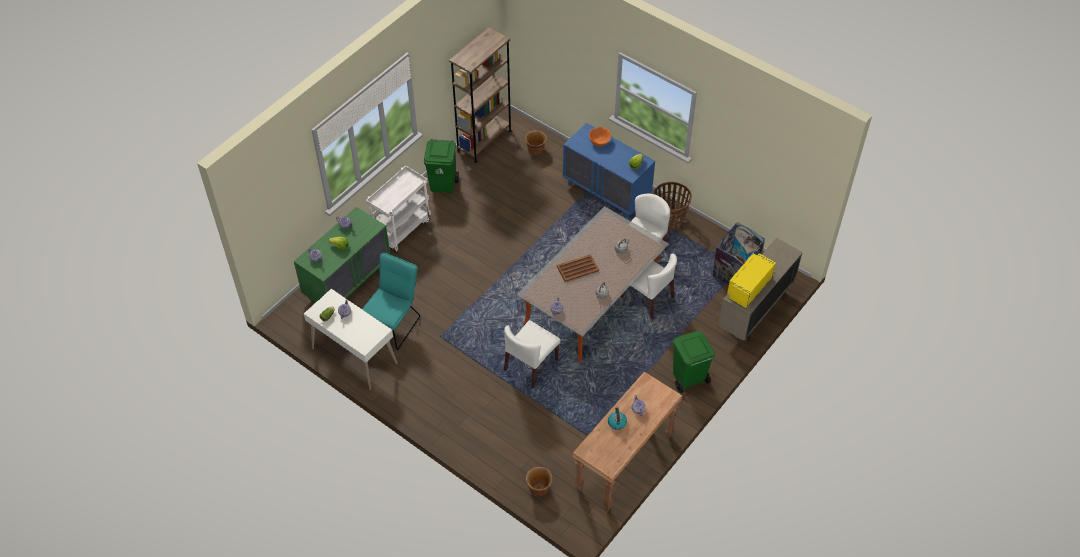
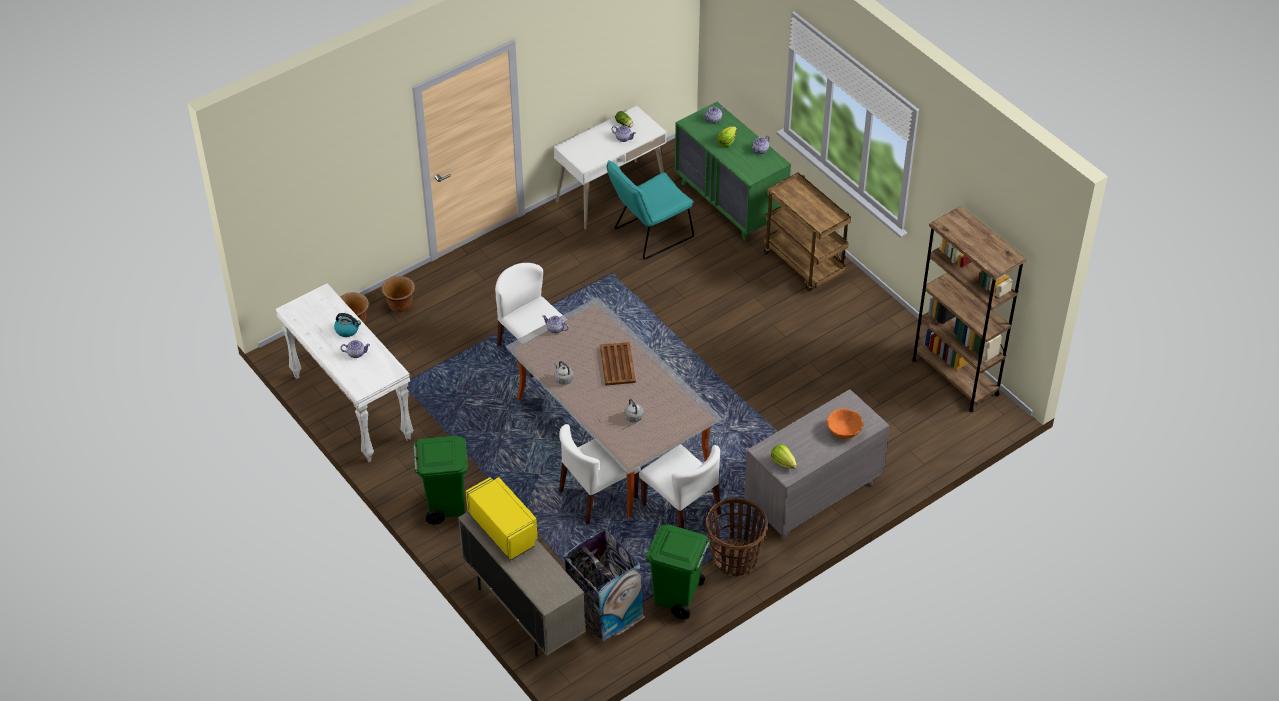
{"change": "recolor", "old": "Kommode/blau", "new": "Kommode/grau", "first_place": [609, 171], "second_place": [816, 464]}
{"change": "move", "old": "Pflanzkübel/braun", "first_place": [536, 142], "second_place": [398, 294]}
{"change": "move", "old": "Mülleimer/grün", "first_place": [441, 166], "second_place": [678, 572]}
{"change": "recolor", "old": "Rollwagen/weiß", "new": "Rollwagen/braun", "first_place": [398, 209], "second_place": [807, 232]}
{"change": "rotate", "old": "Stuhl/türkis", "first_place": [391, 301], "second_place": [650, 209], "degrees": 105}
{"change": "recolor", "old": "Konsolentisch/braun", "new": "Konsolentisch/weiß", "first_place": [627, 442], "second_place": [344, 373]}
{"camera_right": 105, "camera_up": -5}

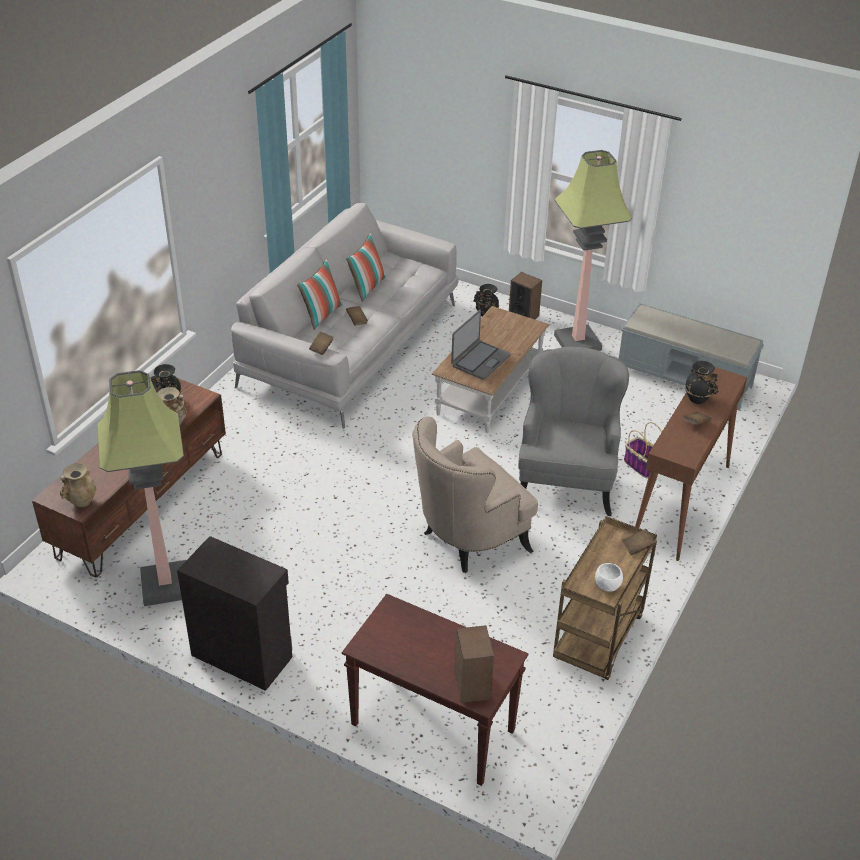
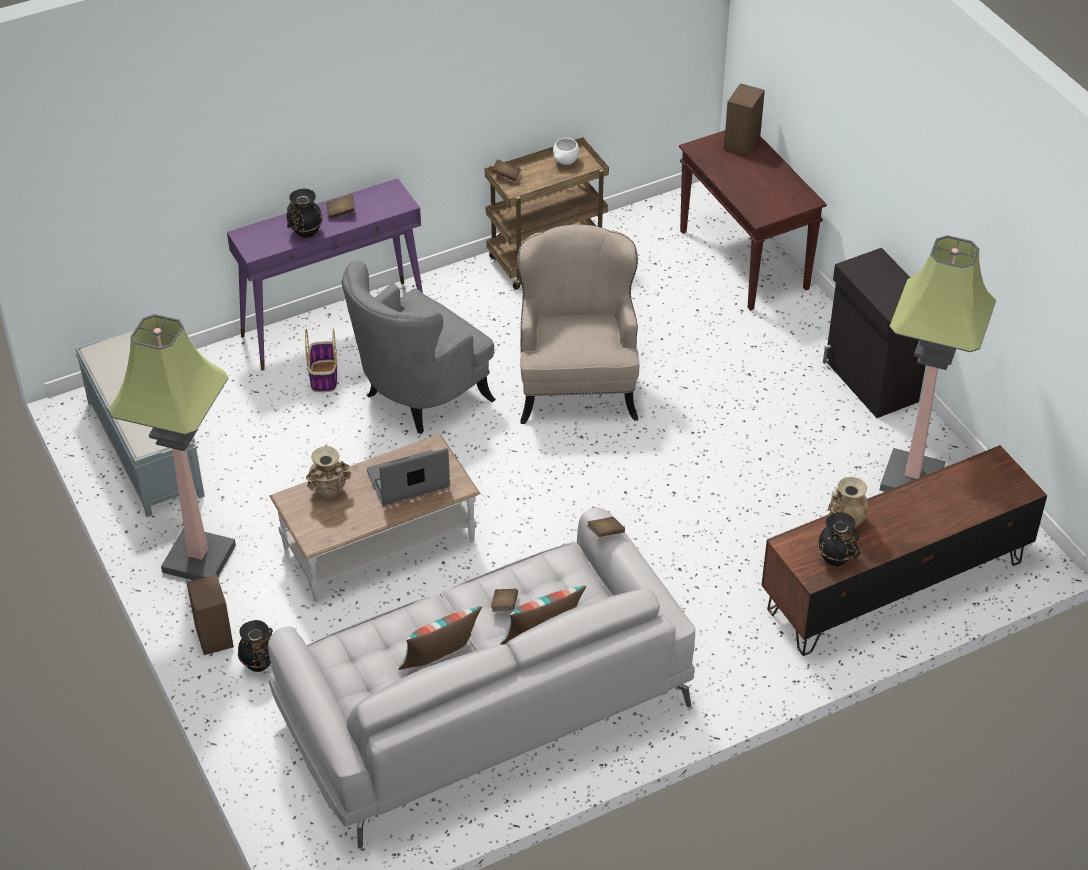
{"change": "recolor", "old": "Konsolentisch/braun", "new": "Konsolentisch/lila", "first_place": [691, 464], "second_place": [325, 274]}
{"change": "rotate", "old": "Sessel/beige", "first_place": [475, 495], "second_place": [578, 324], "degrees": -90}
{"change": "move", "old": "Vase/beige", "first_place": [78, 485], "second_place": [328, 471]}
{"camera_right": -145, "camera_up": 5}

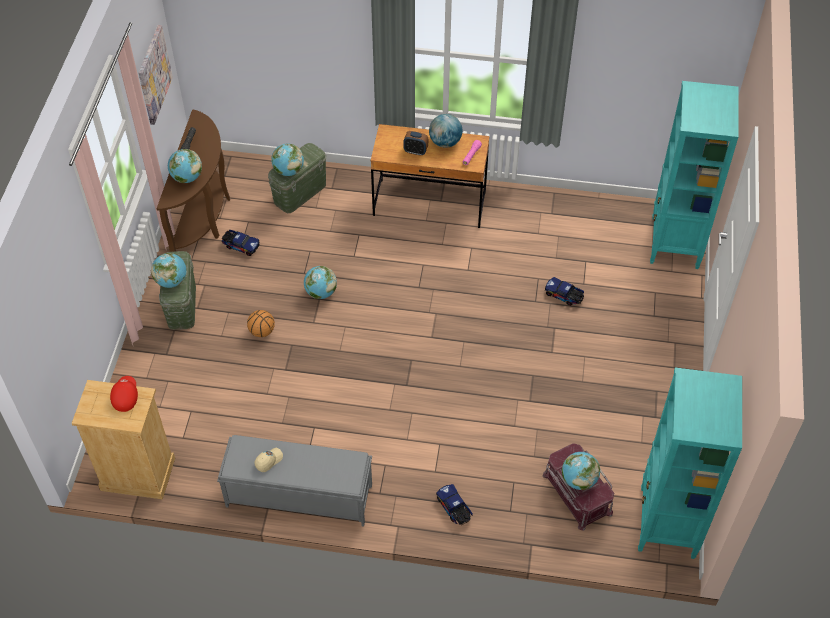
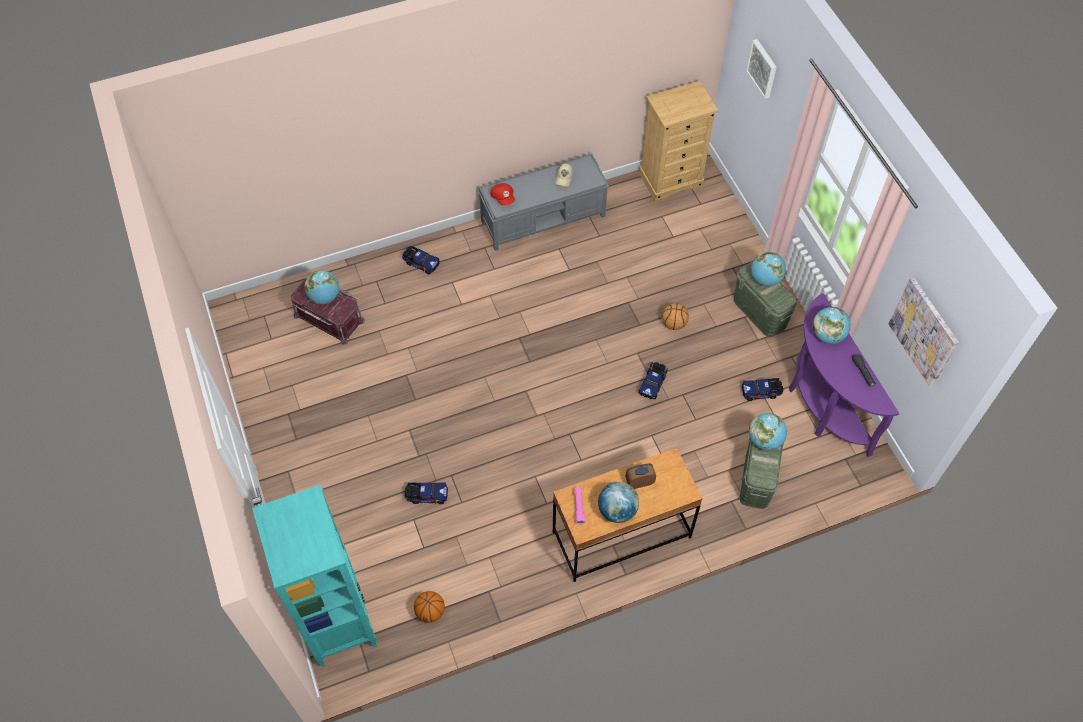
{"change": "recolor", "old": "Konsolentisch/braun", "new": "Konsolentisch/lila", "first_place": [193, 180], "second_place": [844, 375]}
{"change": "replace", "old": "Globus", "new": "Spielzeuglaster", "first_place": [320, 282], "second_place": [653, 380]}
{"change": "delete", "old": "Bücherregal/türkis", "first_place": [690, 463]}
{"change": "move", "old": "Kappe/rot", "first_place": [124, 394], "second_place": [502, 194]}
{"change": "insert", "new": "Bild", "second_place": [761, 69]}
{"change": "insert", "new": "Basketball", "second_place": [429, 607]}
{"camera_right": 150, "camera_up": 5}

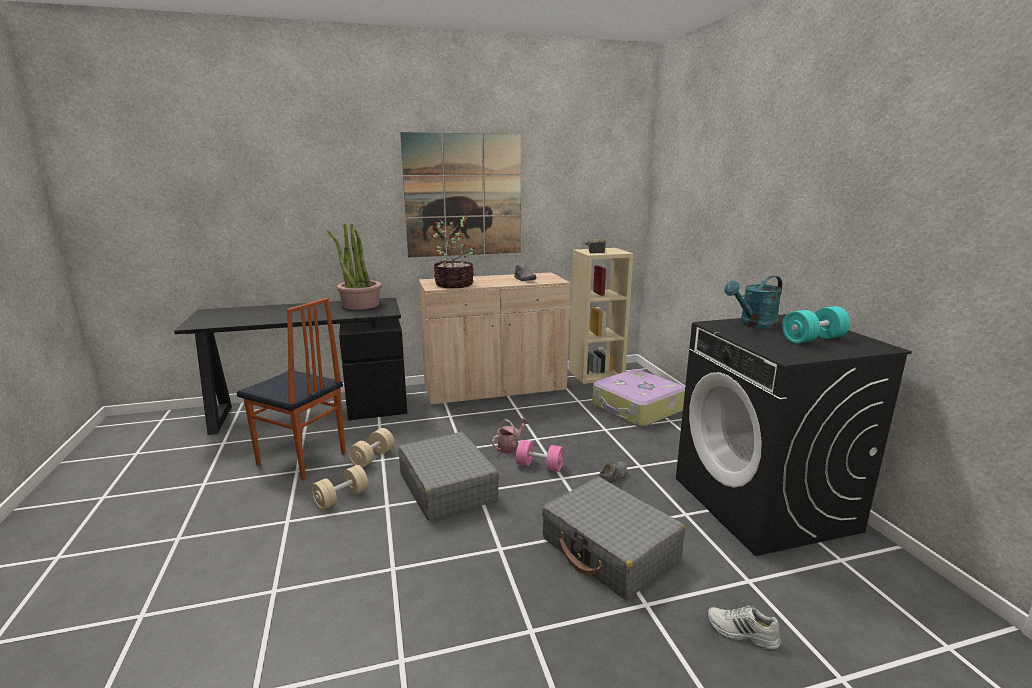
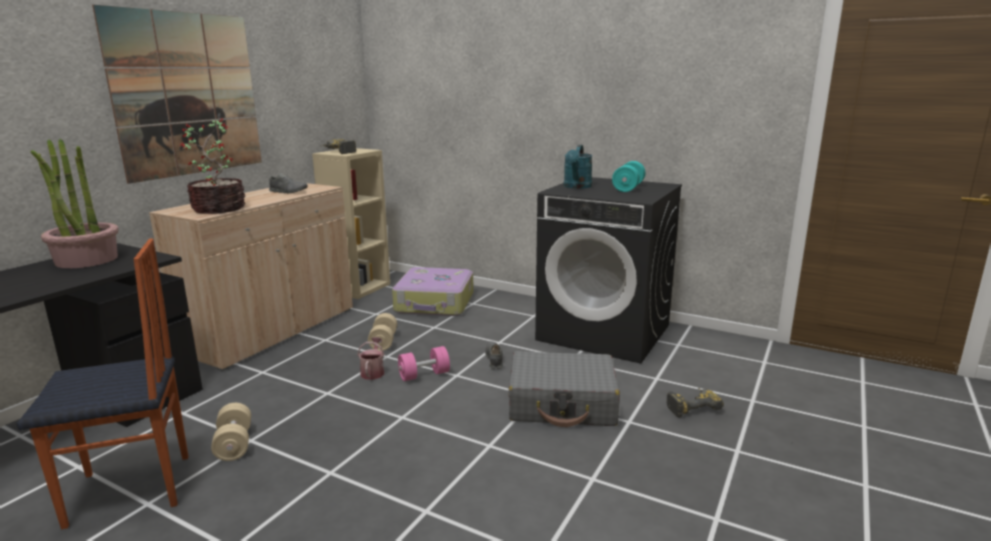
{"change": "delete", "old": "Koffer/grau", "first_place": [448, 476]}
{"change": "move", "old": "Hantel/beige", "first_place": [340, 487], "second_place": [382, 332]}
{"change": "replace", "old": "Schuh/weiß", "new": "Bohrmaschine", "first_place": [744, 628], "second_place": [695, 402]}
{"camera_right": -45, "camera_up": 0}

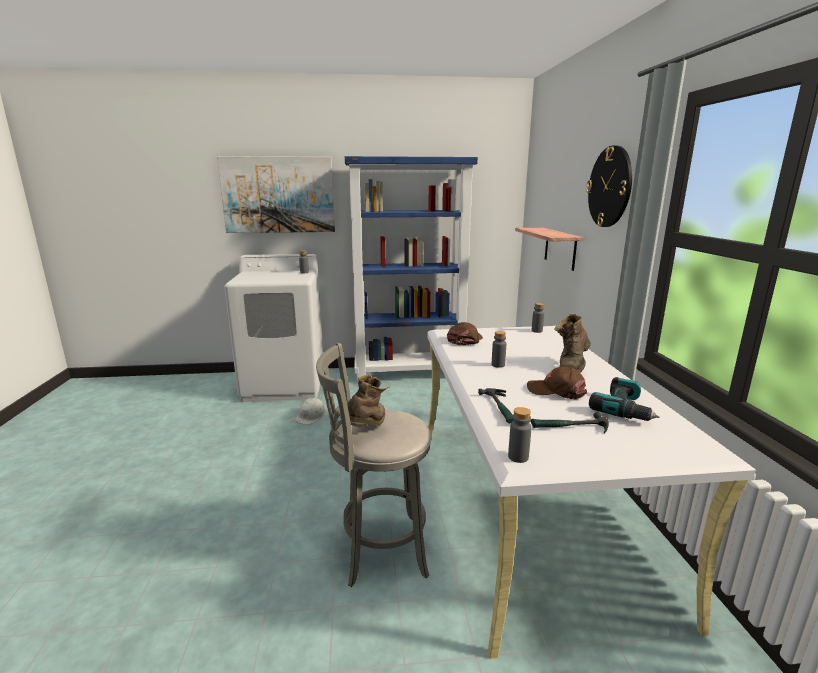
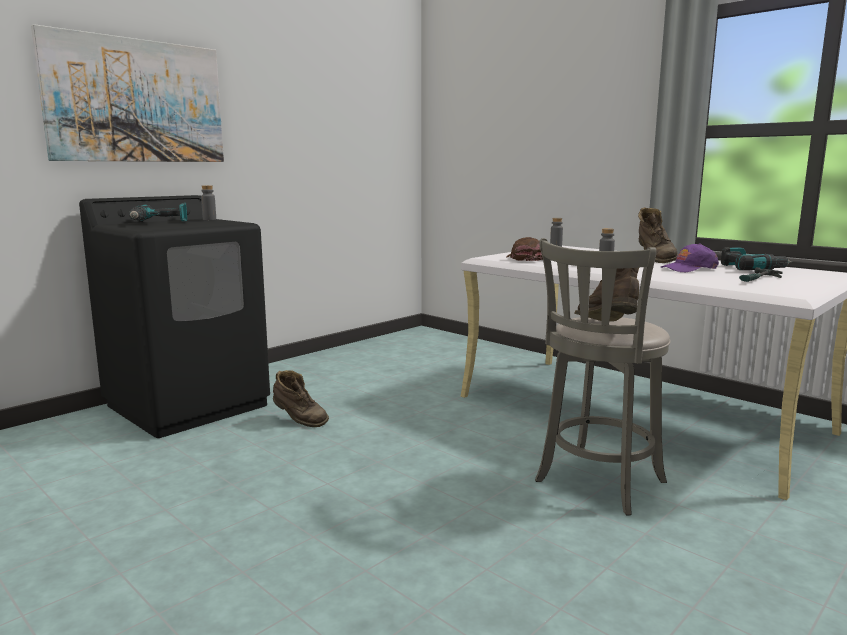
{"change": "delete", "old": "Wanduhr", "first_place": [609, 186]}
{"change": "delete", "old": "Bücherregal/blau", "first_place": [411, 270]}
{"change": "delete", "old": "Wandregal", "first_place": [549, 249]}
{"change": "recolor", "old": "Waschmaschine/weiß", "new": "Waschmaschine/schwarz", "first_place": [273, 328], "second_place": [174, 316]}
{"change": "recolor", "old": "Kappe/braun", "new": "Kappe/lila", "first_place": [557, 383], "second_place": [690, 257]}
{"change": "delete", "old": "Hammer", "first_place": [495, 406]}
{"change": "replace", "old": "Schutzhelm/weiß", "new": "Stiefel/braun", "first_place": [310, 411], "second_place": [301, 398]}
{"change": "delete", "old": "Flasche/grau", "first_place": [520, 435]}
{"change": "insert", "new": "Bohrmaschine", "second_place": [158, 212]}
{"camera_right": -40, "camera_up": -5}

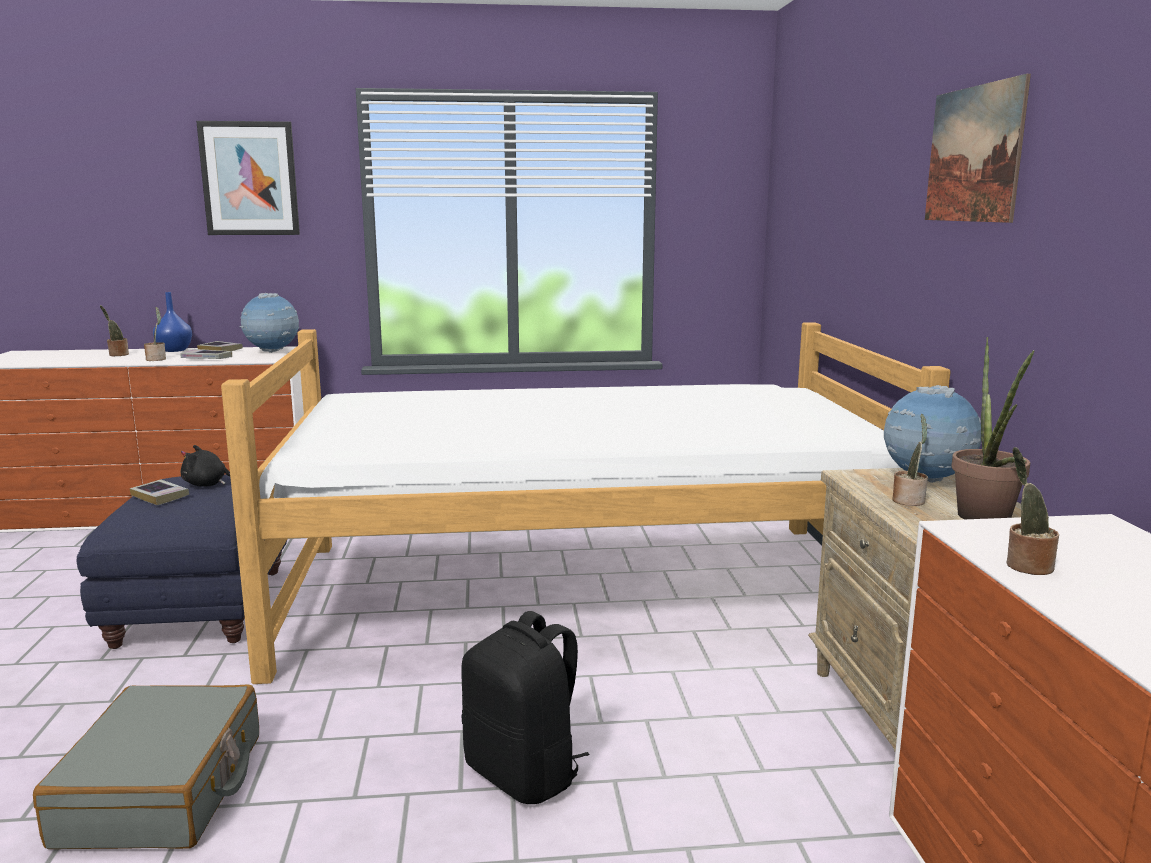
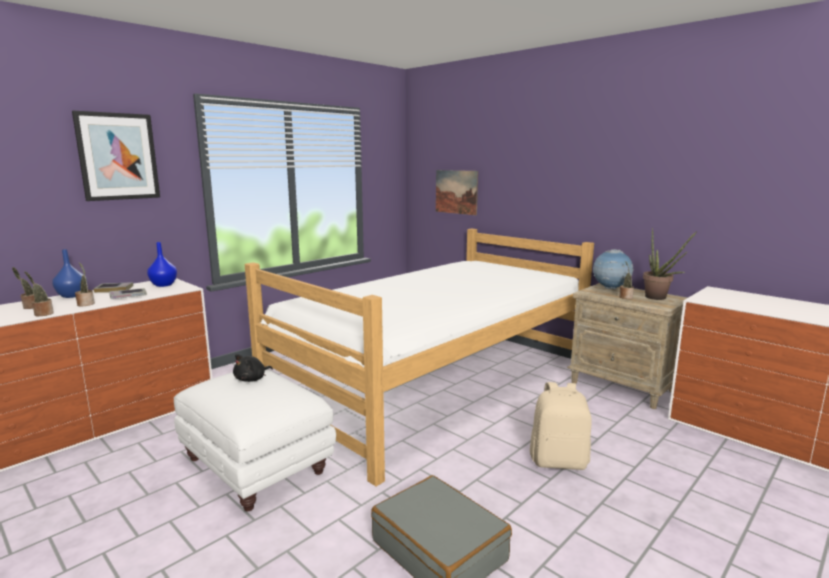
{"change": "move", "old": "Bild", "first_place": [978, 148], "second_place": [457, 192]}
{"change": "replace", "old": "Globus", "new": "Vase/blau", "first_place": [269, 323], "second_place": [162, 264]}
{"change": "move", "old": "Topfpflanze", "first_place": [1033, 511], "second_place": [39, 293]}
{"change": "recolor", "old": "Polsterhocker/blau", "new": "Polsterhocker/weiß", "first_place": [182, 561], "second_place": [255, 440]}
{"change": "delete", "old": "Buch", "first_place": [159, 492]}
{"change": "recolor", "old": "Rucksack/schwarz", "new": "Rucksack/beige", "first_place": [525, 707], "second_place": [561, 426]}
{"camera_right": -40, "camera_up": 0}

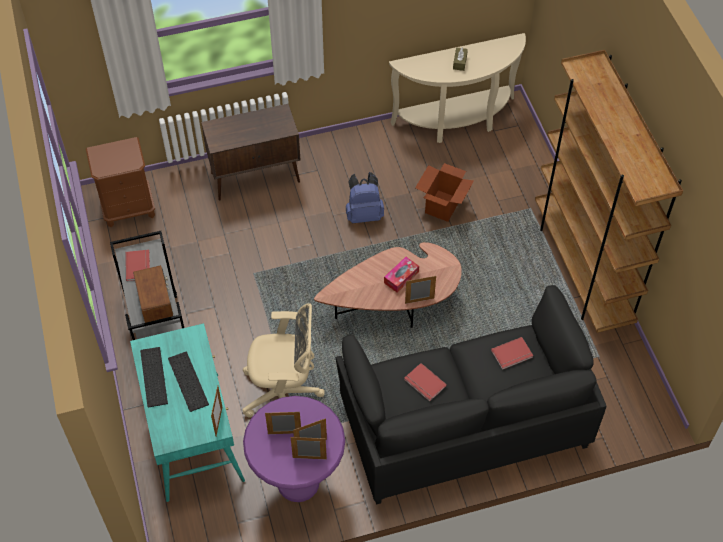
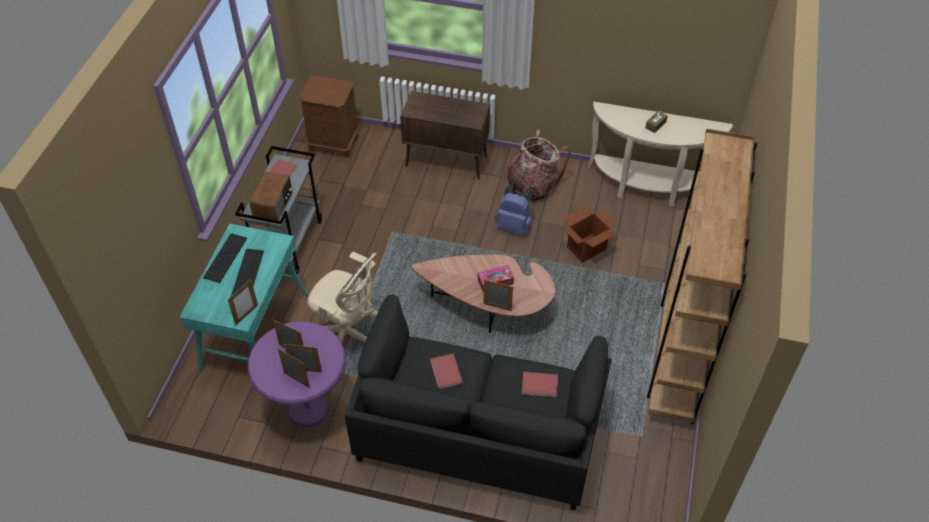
{"change": "insert", "new": "Rucksack", "second_place": [538, 166]}
{"camera_right": 30, "camera_up": -5}

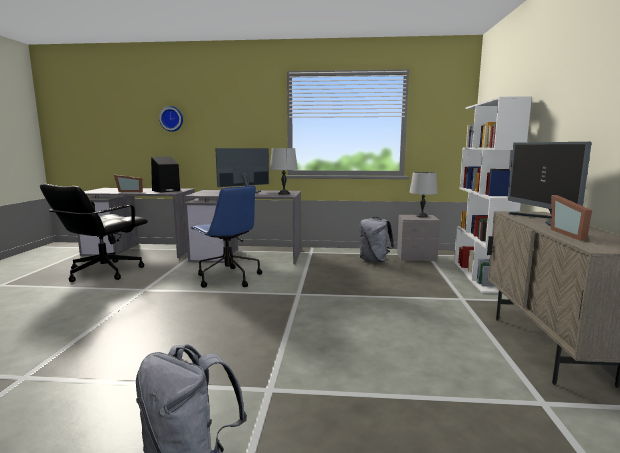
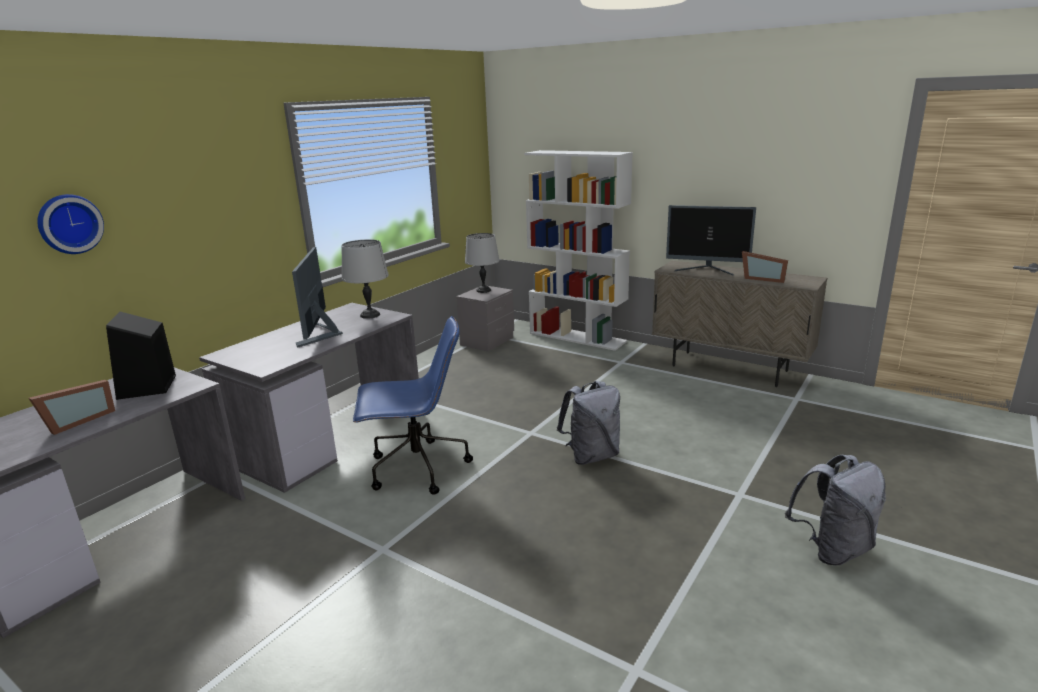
{"change": "delete", "old": "Bürostuhl/schwarz", "first_place": [94, 233]}
{"change": "move", "old": "Rucksack/grau", "first_place": [377, 239], "second_place": [588, 423]}
{"camera_right": -60, "camera_up": 10}

